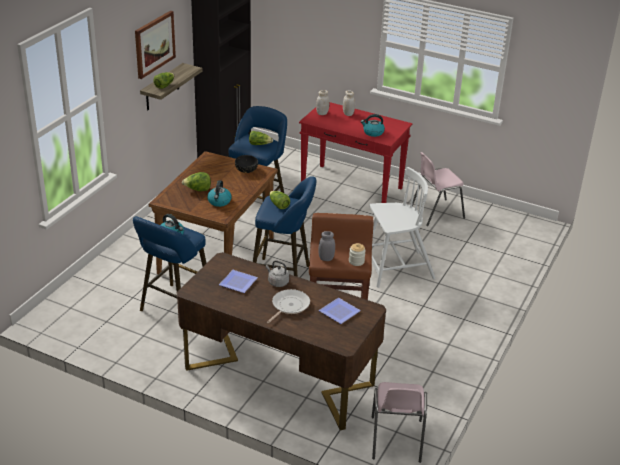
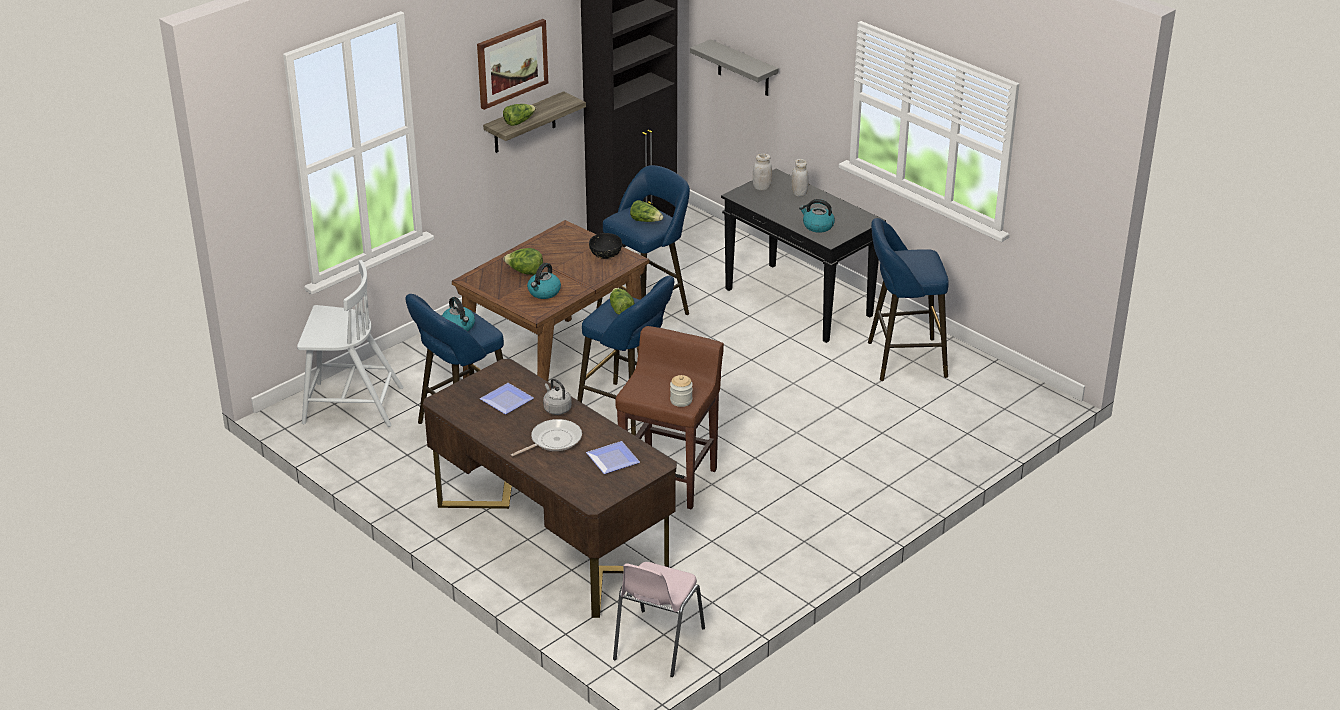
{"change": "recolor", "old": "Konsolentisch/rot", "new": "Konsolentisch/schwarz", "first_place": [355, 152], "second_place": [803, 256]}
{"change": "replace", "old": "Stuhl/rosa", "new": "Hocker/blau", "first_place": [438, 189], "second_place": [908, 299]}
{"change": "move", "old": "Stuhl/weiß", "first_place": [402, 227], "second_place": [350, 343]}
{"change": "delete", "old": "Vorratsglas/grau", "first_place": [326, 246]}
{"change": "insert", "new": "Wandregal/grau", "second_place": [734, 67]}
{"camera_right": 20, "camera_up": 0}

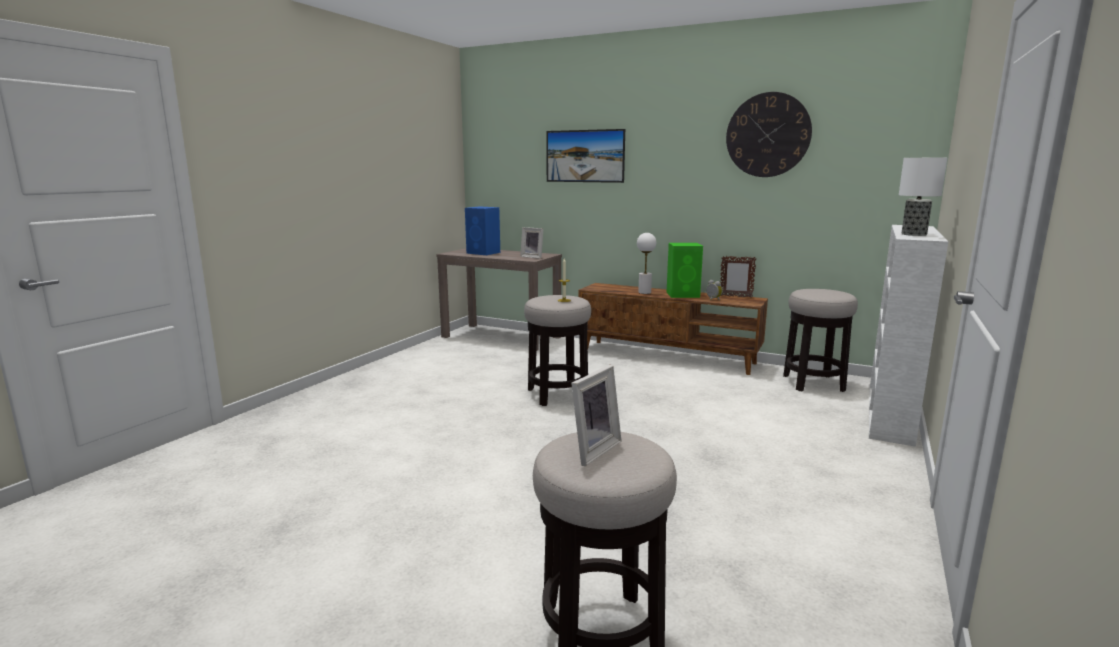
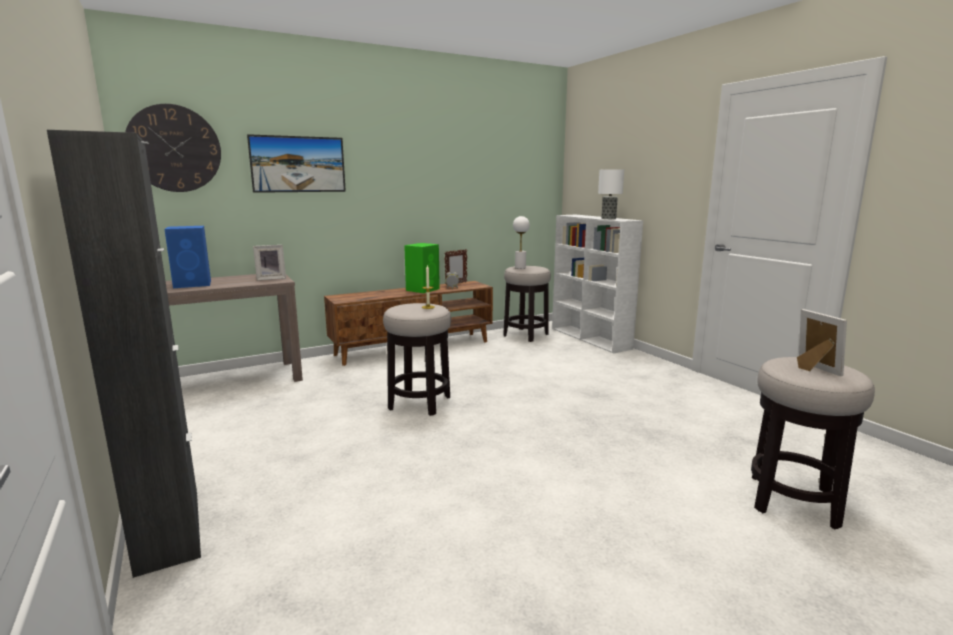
{"change": "move", "old": "Wanduhr", "first_place": [769, 134], "second_place": [173, 148]}
{"change": "move", "old": "Tischlampe/weiß", "first_place": [646, 263], "second_place": [521, 242]}
{"change": "insert", "new": "Schrank/schwarz", "second_place": [124, 354]}
{"camera_right": -55, "camera_up": 0}

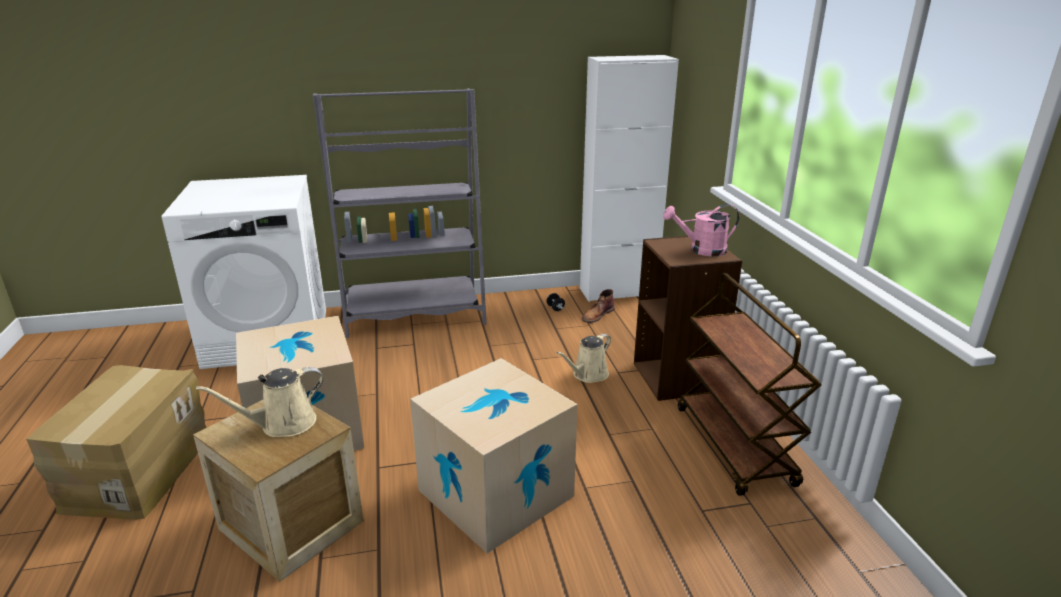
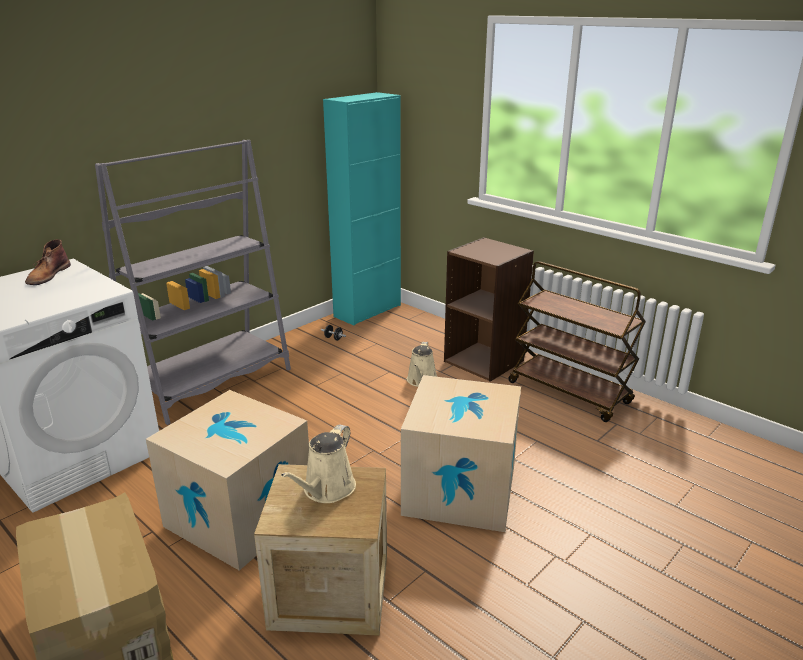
{"change": "recolor", "old": "Schrank/weiß", "new": "Schrank/türkis", "first_place": [629, 178], "second_place": [362, 208]}
{"change": "delete", "old": "Gießkanne/rosa", "first_place": [701, 230]}
{"change": "move", "old": "Stiefel/braun", "first_place": [598, 306], "second_place": [48, 262]}
{"camera_right": -35, "camera_up": 0}

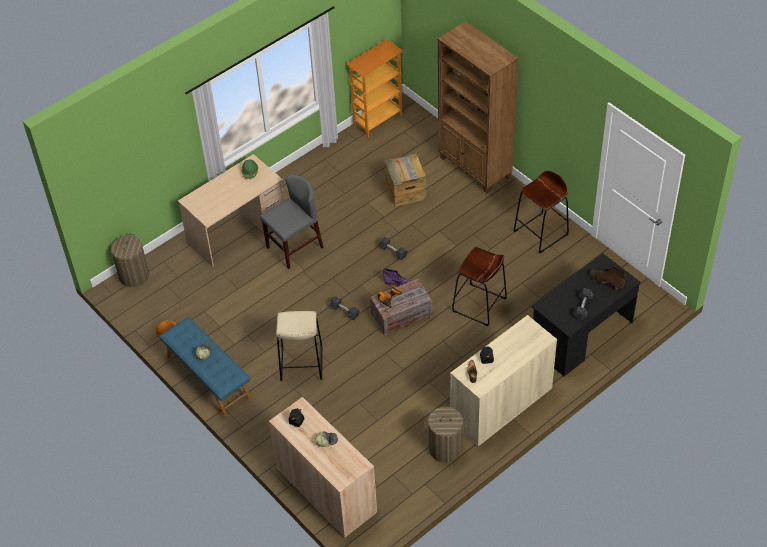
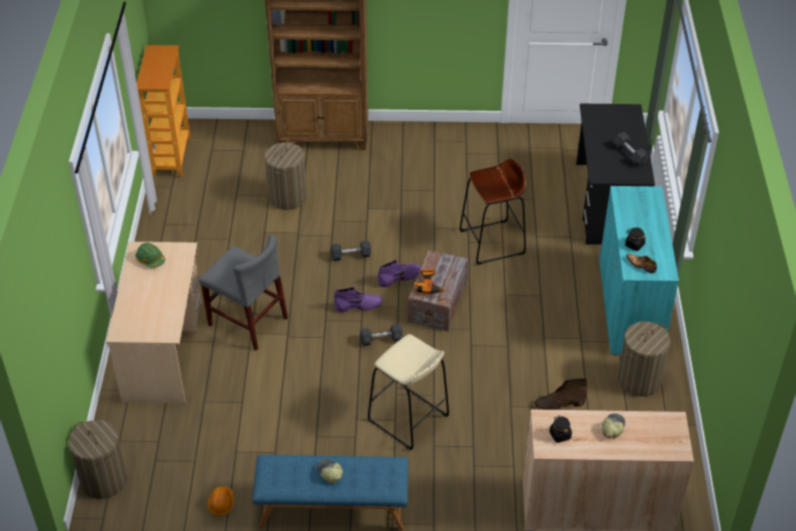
{"change": "replace", "old": "Kiste", "new": "Wäschekorb", "first_place": [406, 180], "second_place": [286, 176]}
{"change": "delete", "old": "Hocker/braun", "first_place": [541, 211]}
{"change": "rotate", "old": "Stuhl/grau", "first_place": [291, 221], "second_place": [243, 292], "degrees": 120}
{"change": "move", "old": "Stiefel/braun", "first_place": [607, 278], "second_place": [561, 394]}
{"change": "recolor", "old": "Schrank/beige", "new": "Schrank/türkis", "first_place": [503, 381], "second_place": [639, 270]}
{"change": "insert", "new": "Stiefel/lila", "second_place": [358, 299]}
{"camera_right": -50, "camera_up": -5}

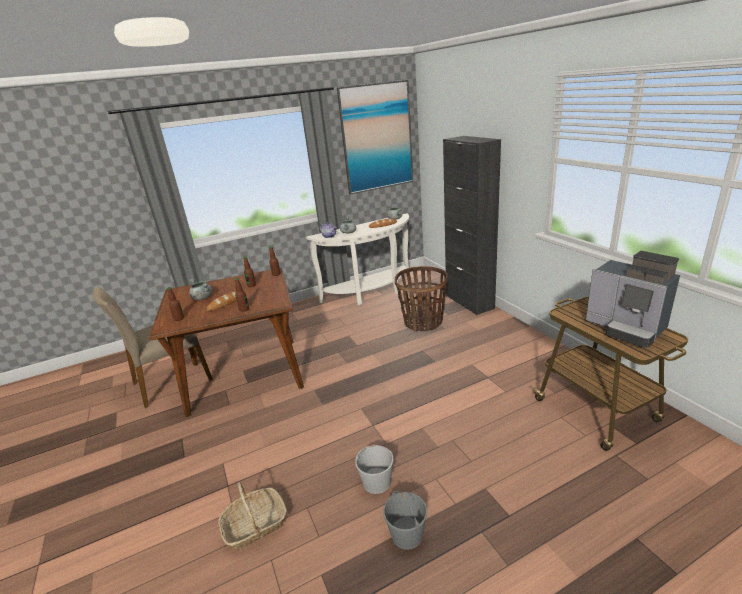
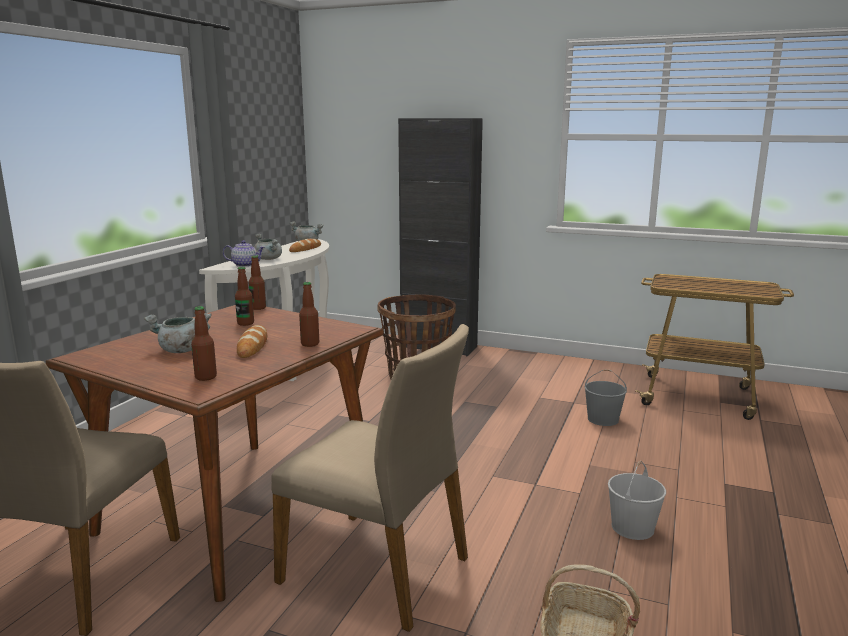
{"change": "delete", "old": "Bild", "first_place": [375, 137]}
{"change": "delete", "old": "Kaffeemaschine", "first_place": [633, 299]}
{"change": "move", "old": "Eimer/grau", "first_place": [405, 520], "second_place": [606, 397]}
{"change": "insert", "new": "Stuhl/beige", "second_place": [370, 478]}
{"camera_right": -45, "camera_up": -10}

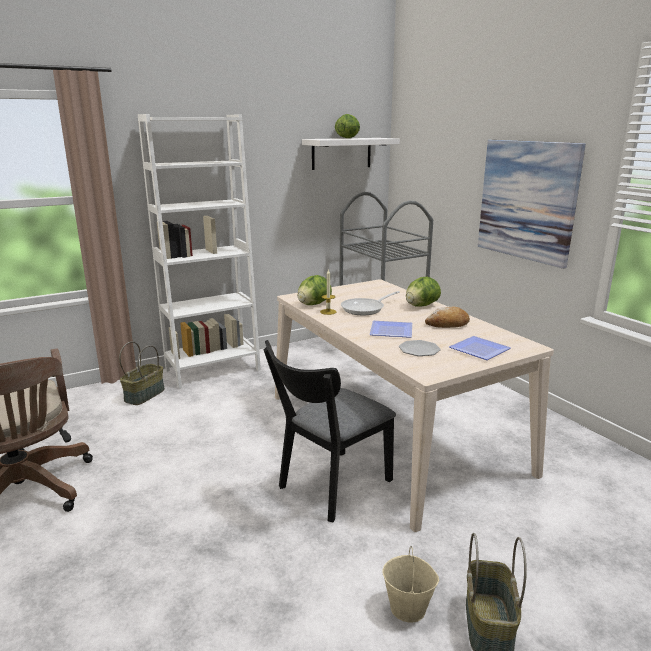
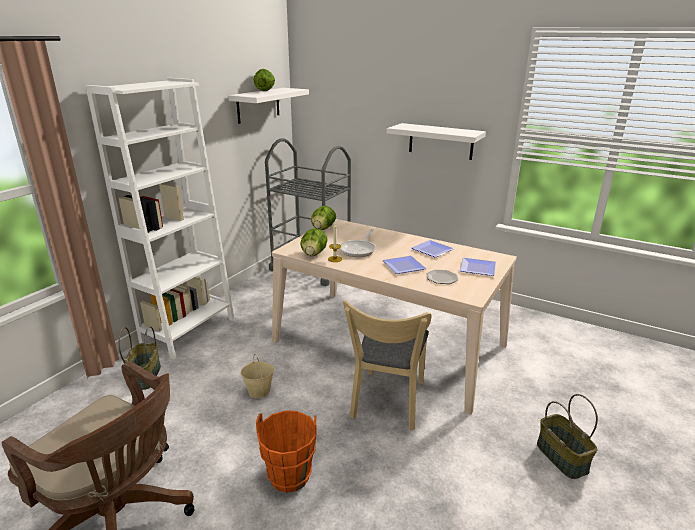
{"change": "replace", "old": "Bild", "new": "Wandregal/weiß", "first_place": [532, 204], "second_place": [436, 141]}
{"change": "move", "old": "Salatkopf", "first_place": [423, 292], "second_place": [323, 218]}
{"change": "replace", "old": "Brot", "new": "Teller", "first_place": [447, 317], "second_place": [432, 249]}
{"change": "recolor", "old": "Stuhl/schwarz", "new": "Stuhl/beige", "first_place": [330, 431], "second_place": [387, 365]}
{"change": "move", "old": "Eimer/beige", "first_place": [411, 584], "second_place": [258, 376]}
{"change": "insert", "new": "Eimer/orange", "second_place": [286, 451]}
{"camera_right": -30, "camera_up": 5}

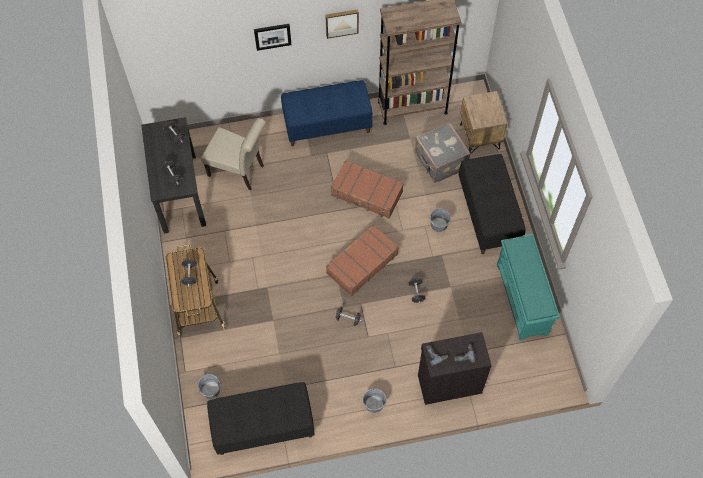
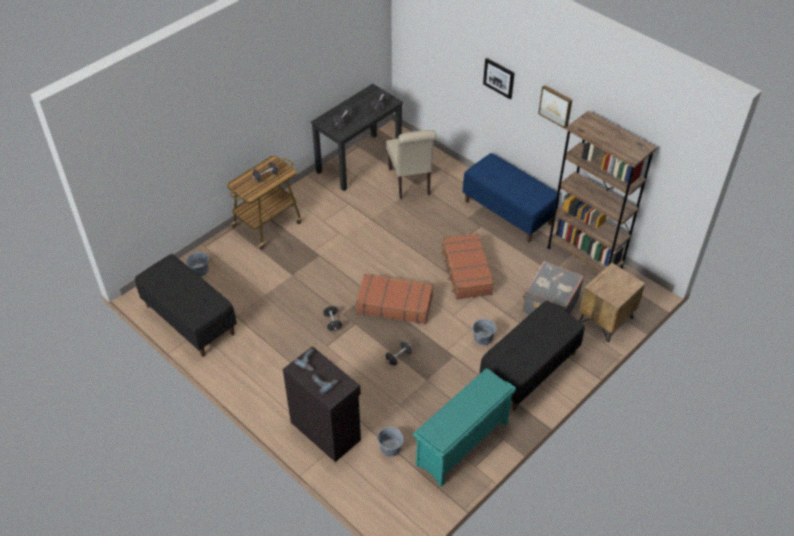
{"change": "move", "old": "Eimer/grau", "first_place": [374, 400], "second_place": [390, 442]}
{"camera_right": 55, "camera_up": -15}

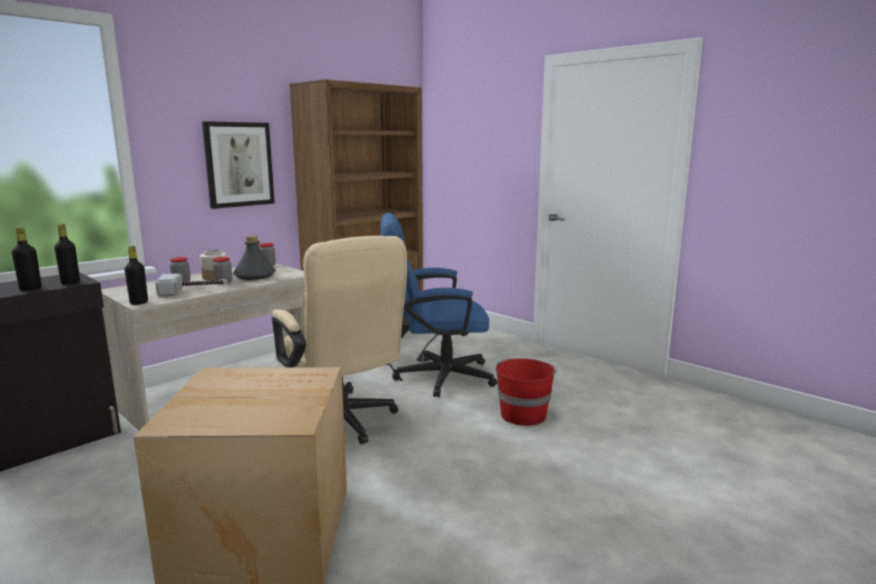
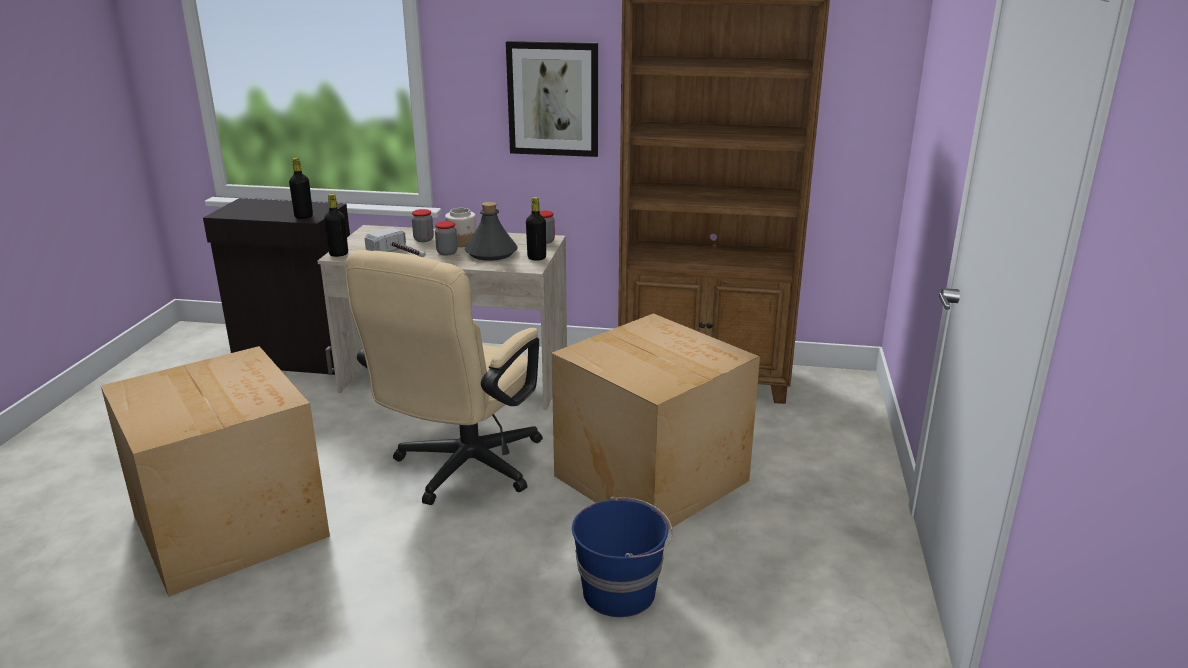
{"change": "replace", "old": "Bürostuhl/blau", "new": "Karton", "first_place": [439, 305], "second_place": [656, 421]}
{"change": "move", "old": "Flasche/schwarz", "first_place": [27, 259], "second_place": [536, 228]}
{"change": "recolor", "old": "Eimer/rot", "new": "Eimer/blau", "first_place": [526, 392], "second_place": [622, 557]}
{"camera_right": 55, "camera_up": 10}

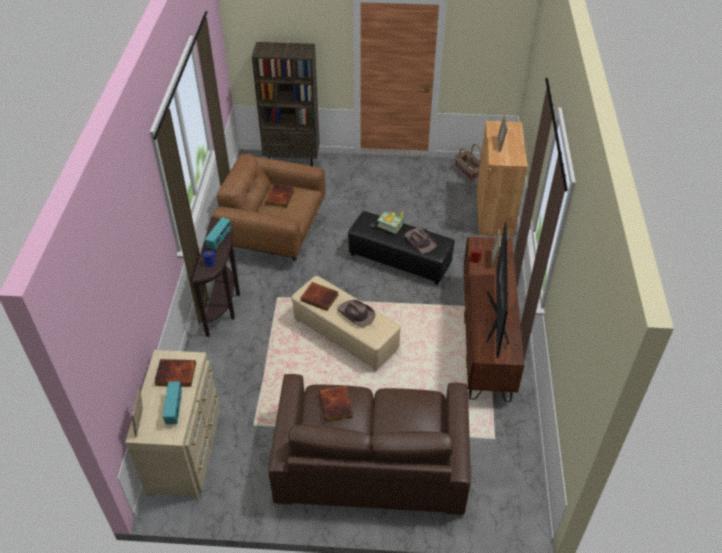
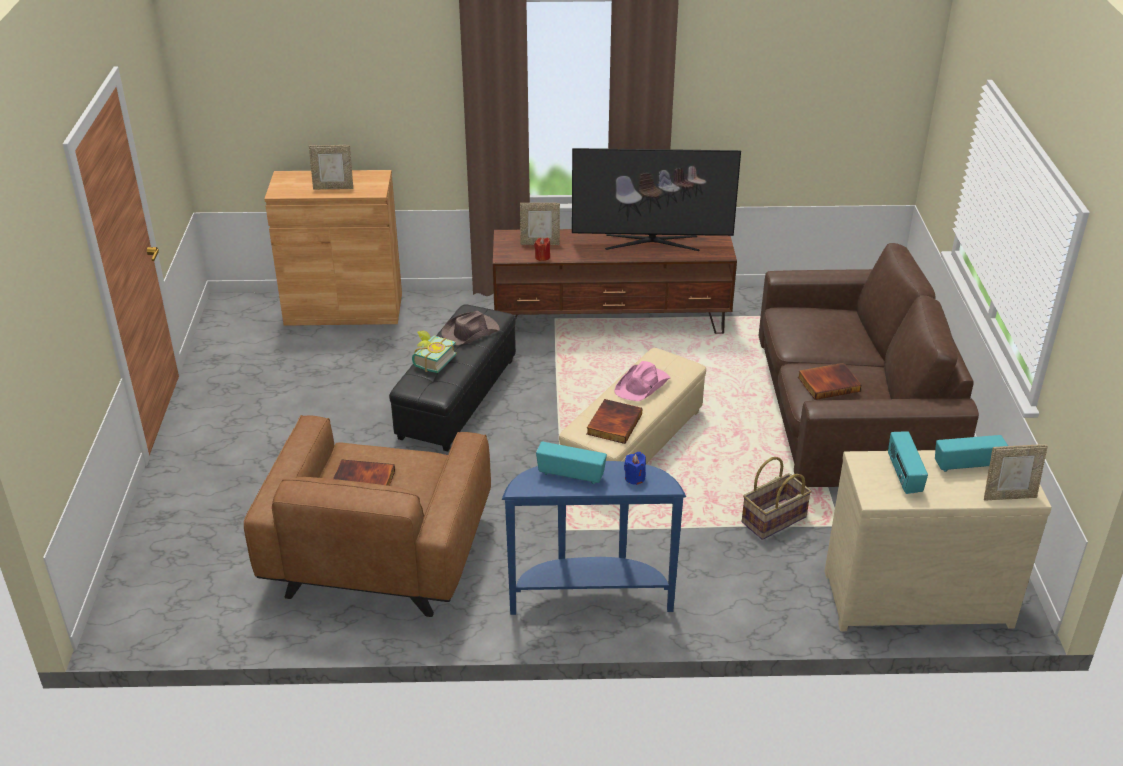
{"change": "delete", "old": "Bücherregal/braun", "first_place": [285, 104]}
{"change": "move", "old": "Korb", "first_place": [468, 163], "second_place": [777, 498]}
{"change": "recolor", "old": "Konsolentisch/braun", "new": "Konsolentisch/blau", "first_place": [216, 277], "second_place": [594, 538]}
{"change": "recolor", "old": "Hut/braun", "new": "Hut/rosa", "first_place": [356, 313], "second_place": [642, 381]}
{"change": "replace", "old": "Buch", "new": "Radio", "first_place": [175, 373], "second_place": [908, 462]}
{"camera_right": -95, "camera_up": -10}

